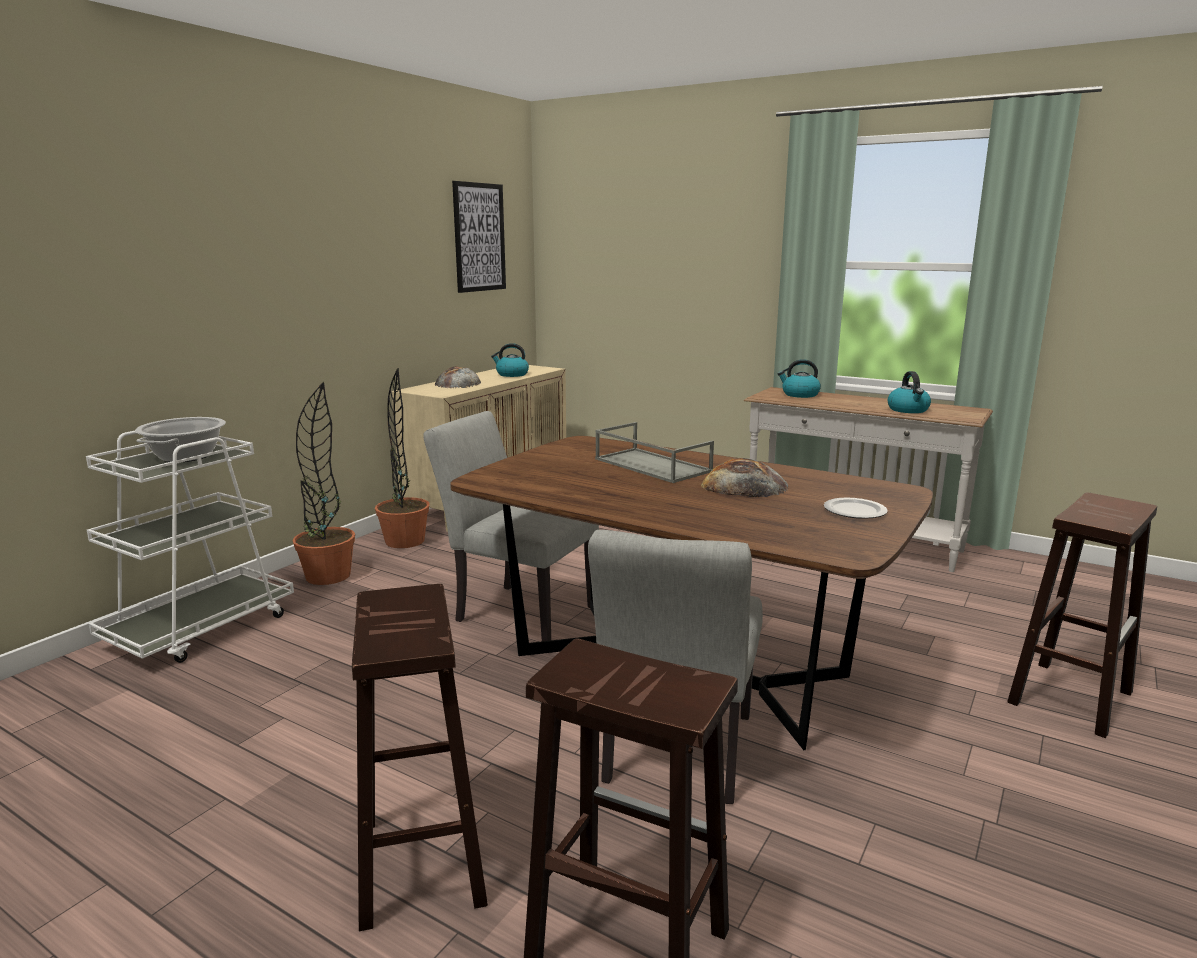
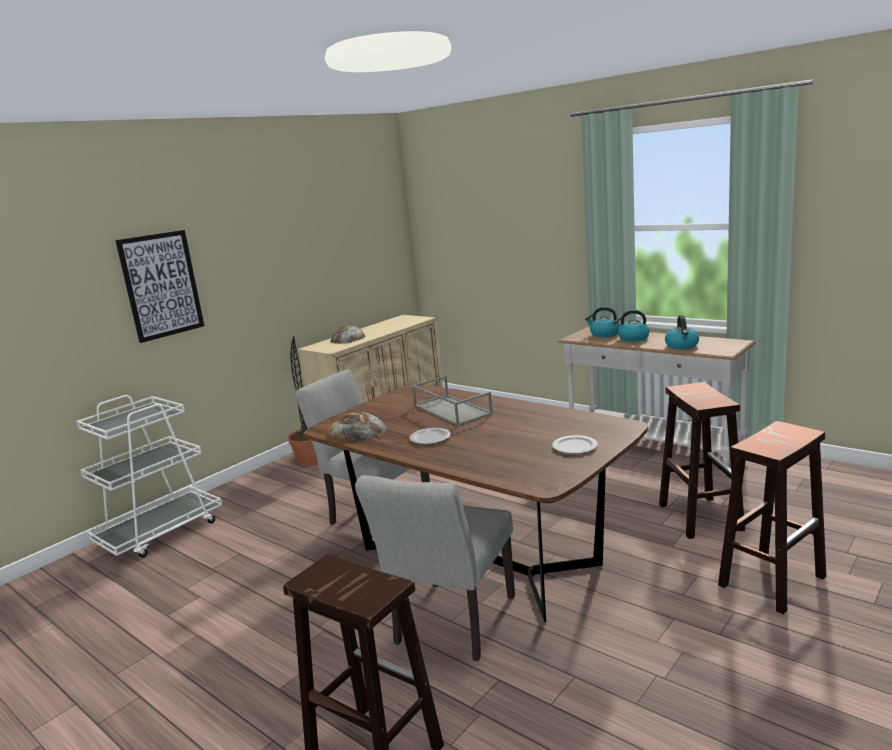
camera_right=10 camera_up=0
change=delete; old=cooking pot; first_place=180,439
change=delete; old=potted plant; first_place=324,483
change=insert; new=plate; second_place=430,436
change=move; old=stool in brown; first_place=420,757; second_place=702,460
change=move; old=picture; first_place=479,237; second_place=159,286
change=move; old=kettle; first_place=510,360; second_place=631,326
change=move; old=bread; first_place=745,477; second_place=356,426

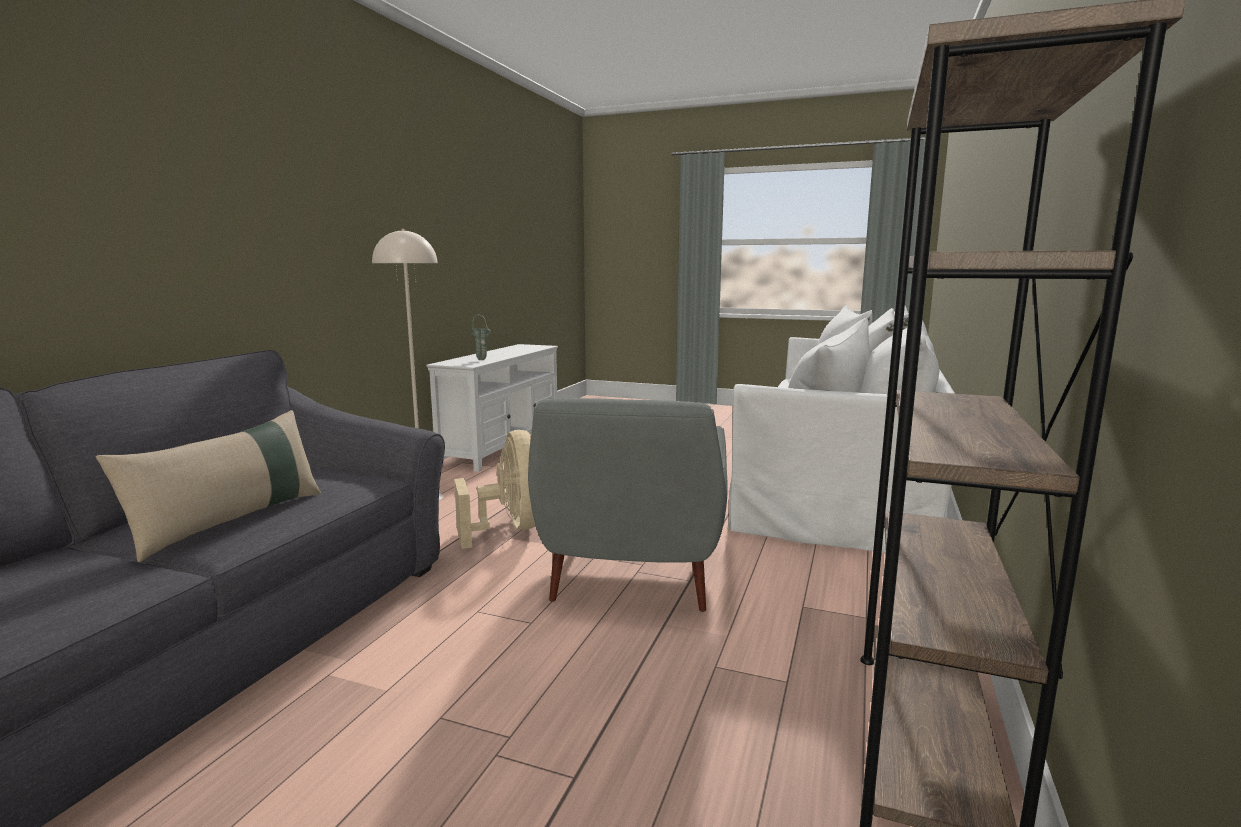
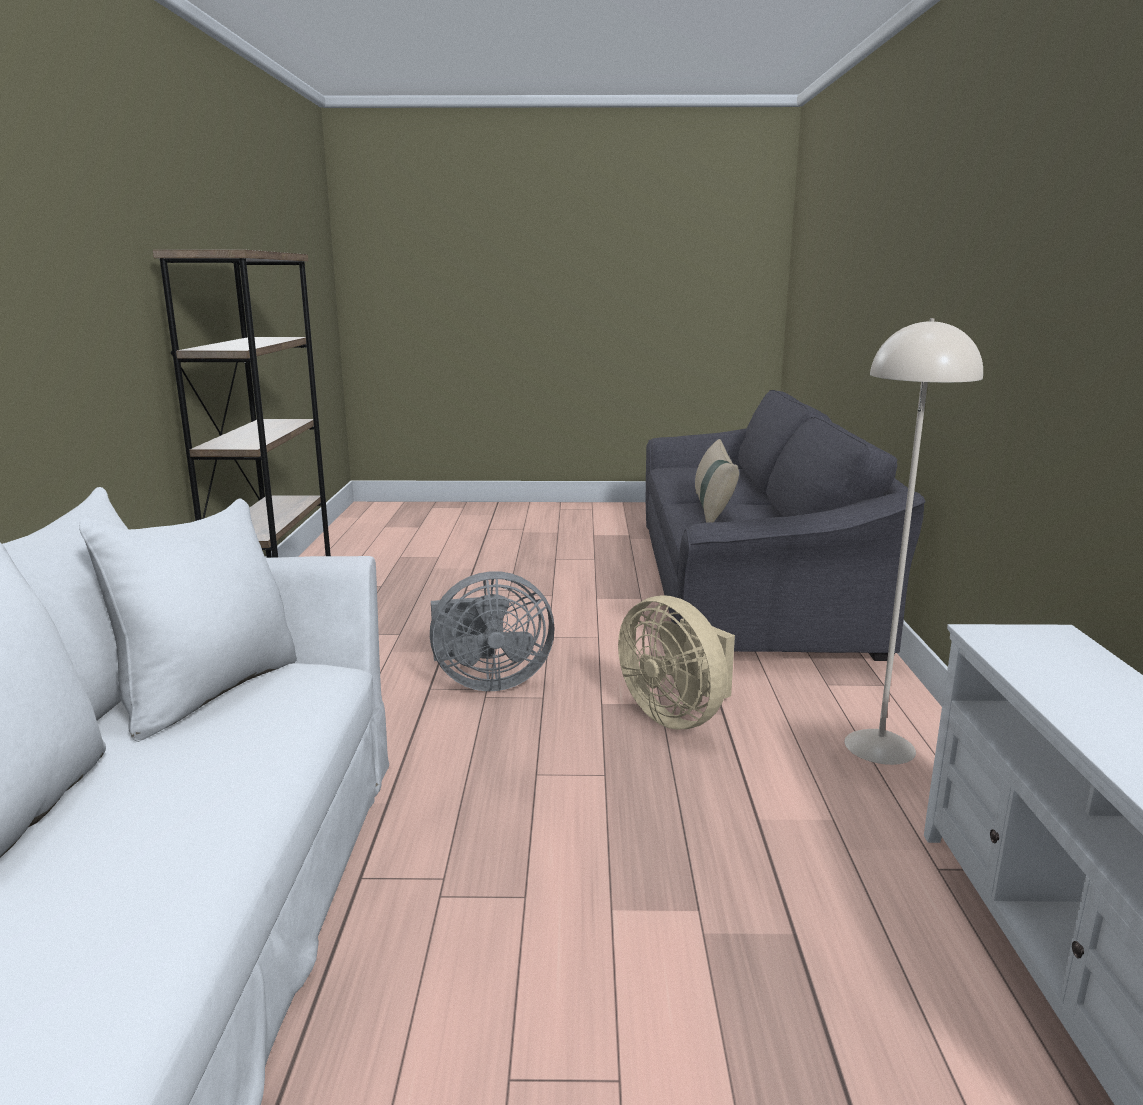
camera_right=160 camera_up=5
change=delete; old=vase in green; first_place=481,337
change=replace; old=armchair in grey; new=fan in grey; first_place=628,505; second_place=492,631

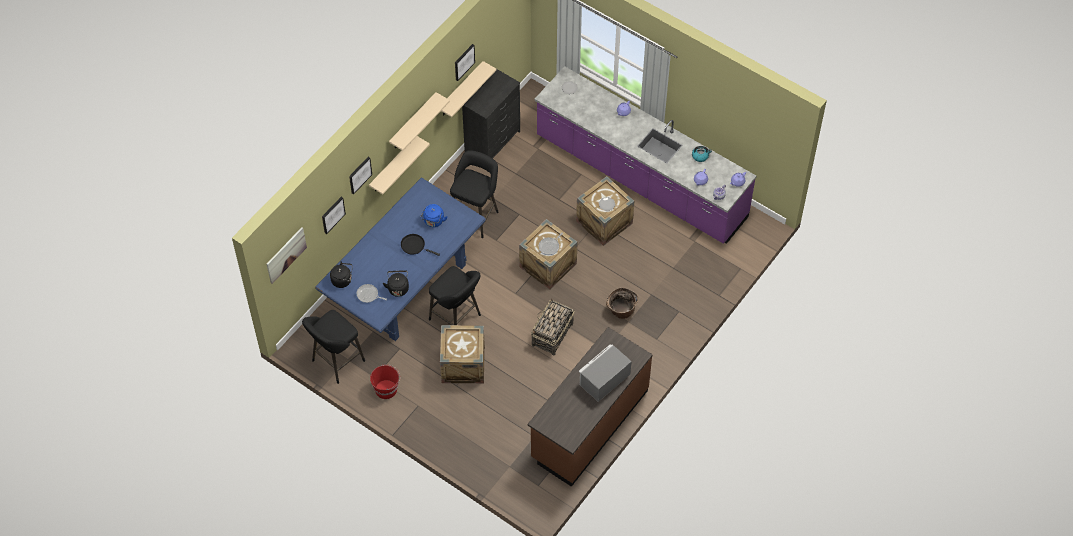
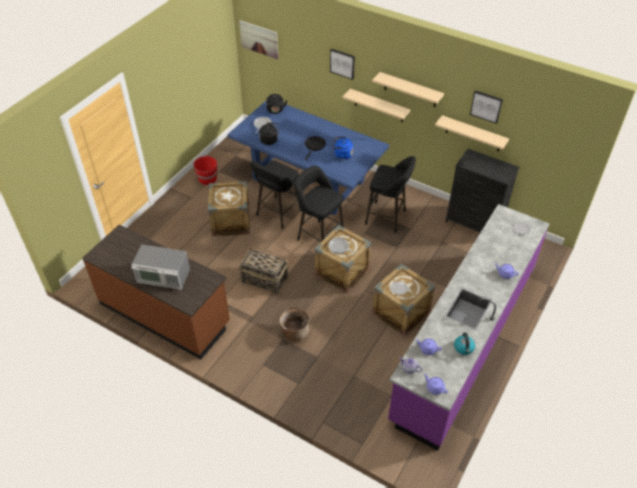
camera_right=85 camera_up=-10
change=delete; old=picture; first_place=334,215
change=move; old=stool in black; first_place=333,347; second_place=319,204
change=rotate; old=microwave; first_place=605,373; second_place=160,267; degrees=150

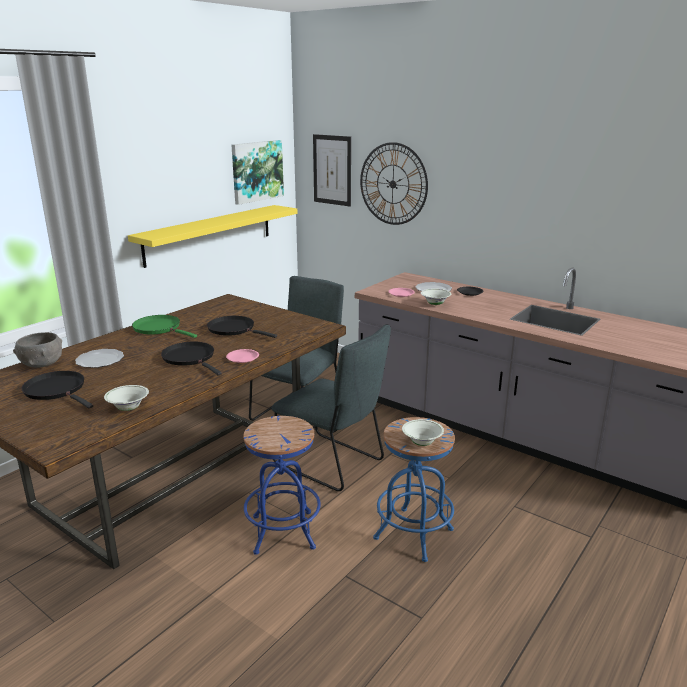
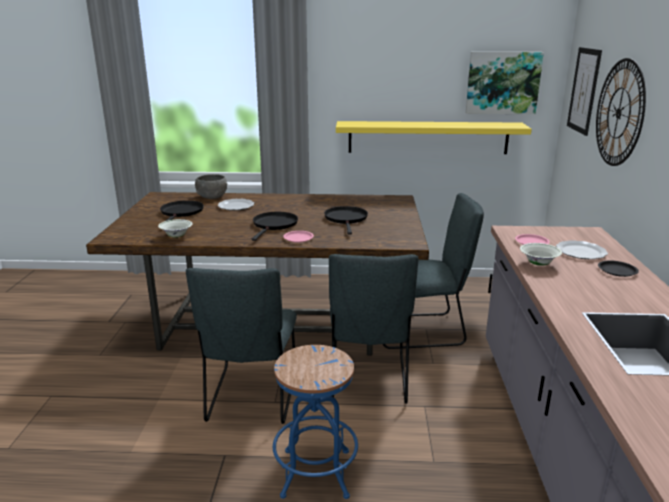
camera_right=55 camera_up=0
change=delete; old=frying pan in green; first_place=164,326
change=delete; old=bowl in white; first_place=423,432
change=replace; old=stool in blue; new=chair in grey; first_place=282,485; second_place=241,346

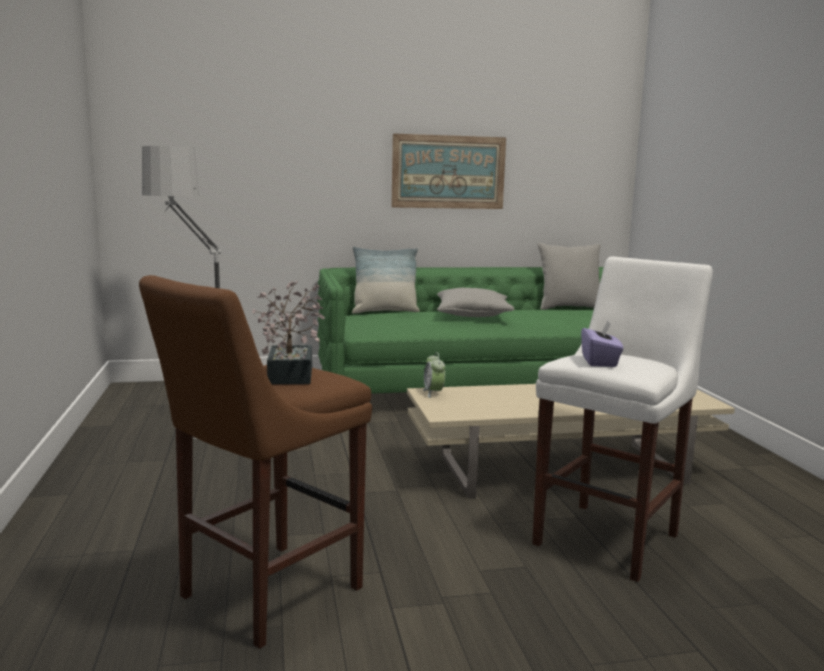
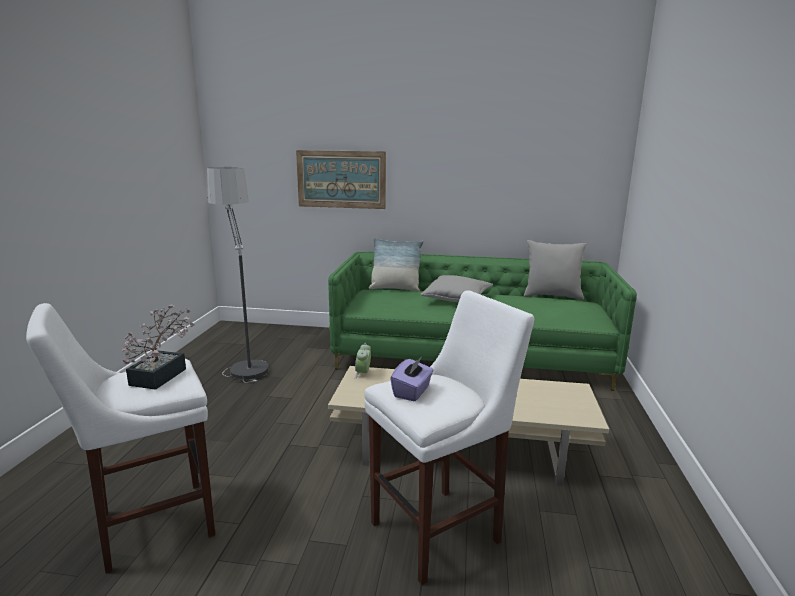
camera_right=20 camera_up=5
change=move; old=picture; first_place=448,171; second_place=341,179
change=recolor; old=stool in brown; new=stool in white; first_place=255,462; second_place=120,438

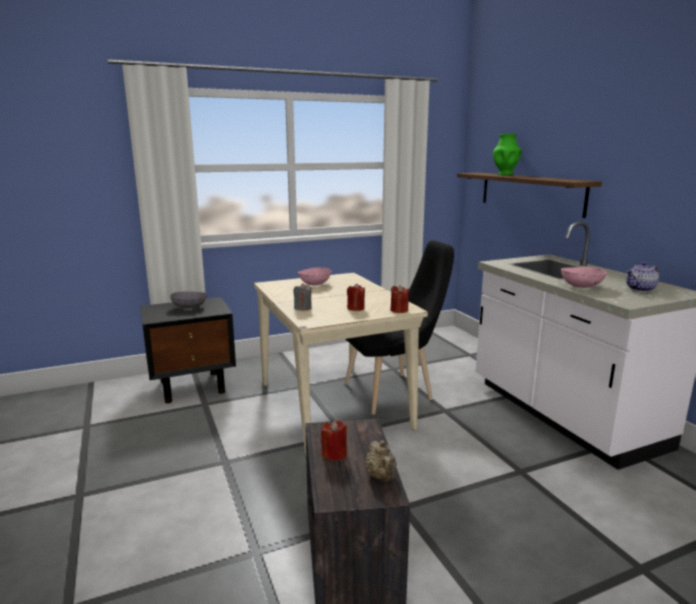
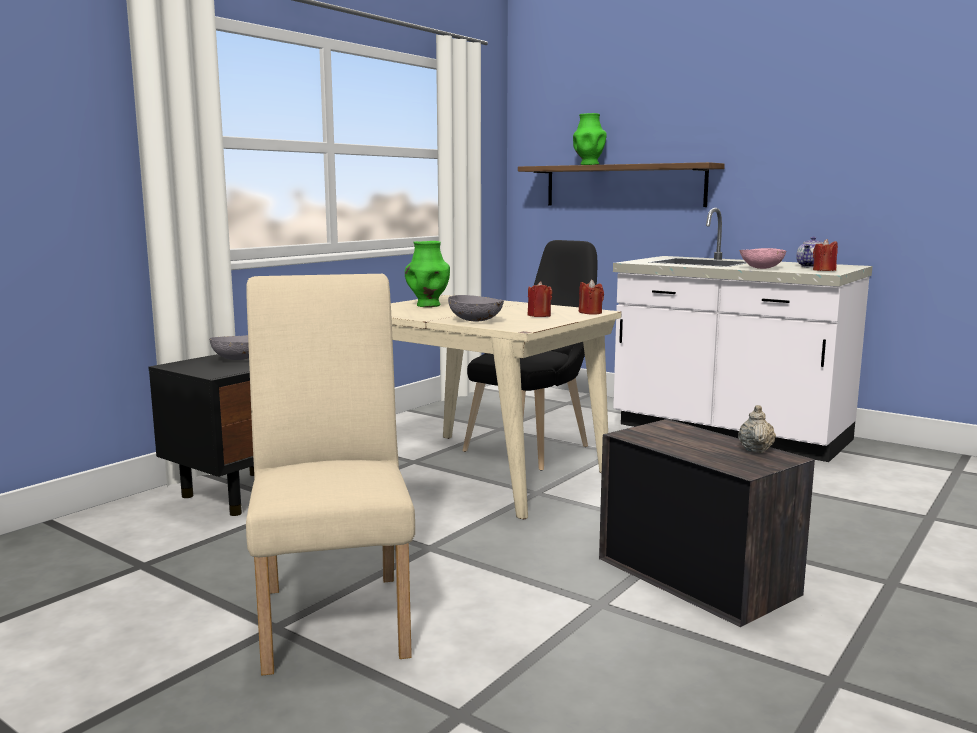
camera_right=-30 camera_up=-5
change=insert; new=chair in beige; second_place=330,475
change=move; old=candle in red; first_place=334,440; second_place=825,255
change=replace; old=candle in grey; new=bowl in grey; first_place=302,296; second_place=476,308
change=replace; old=bowl in pink; new=vase in green; first_place=314,276; second_place=427,274
change=rotate; old=teapot in beige; first_place=381,460; second_place=757,429; degrees=-120

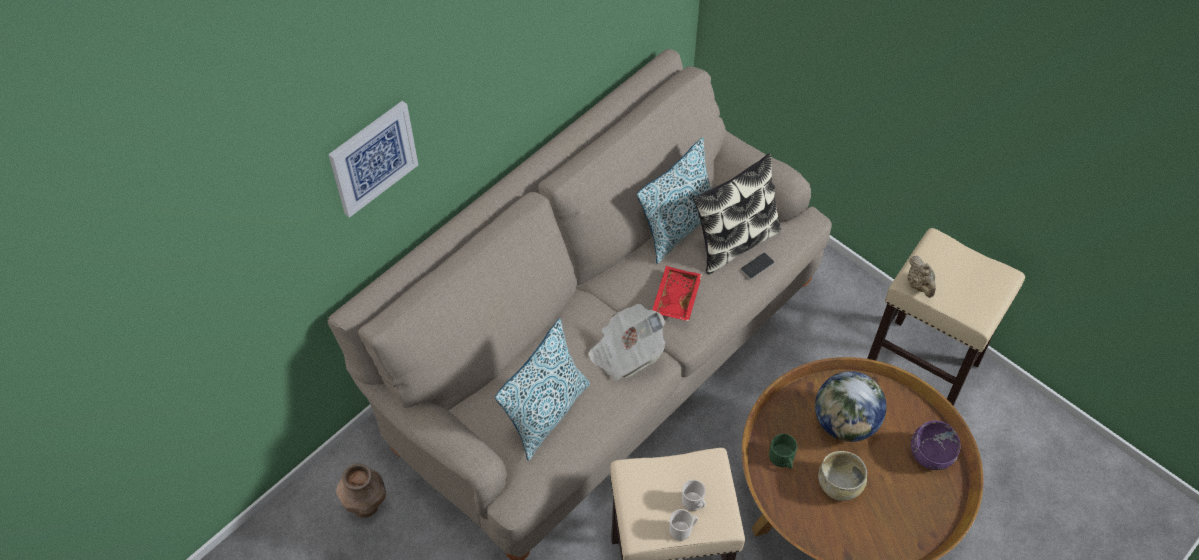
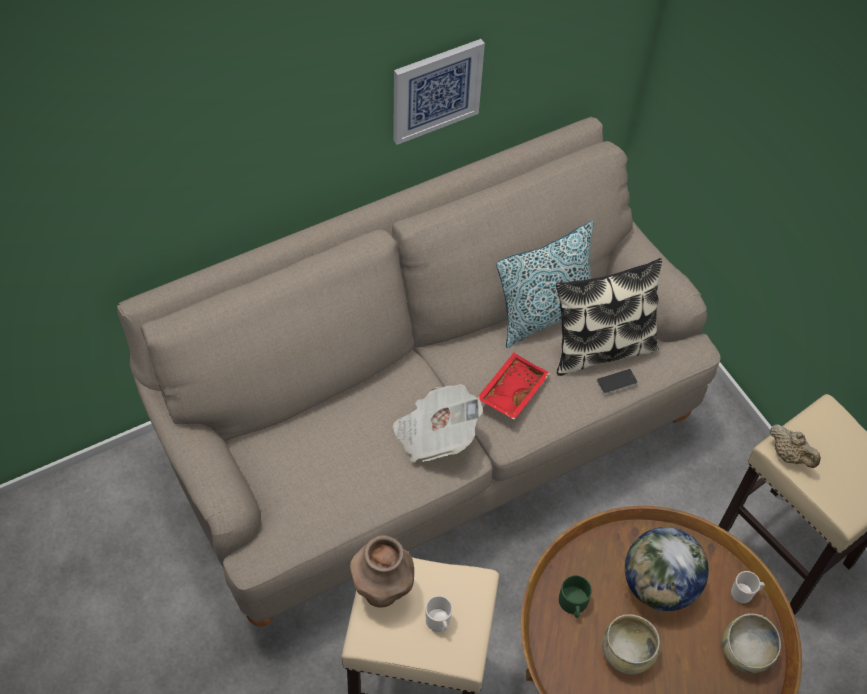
camera_right=15 camera_up=0
change=delete; old=pillow; first_place=542,389
change=move; old=picture; first_place=373,159; second_place=439,92
change=move; old=vase in brown; first_place=361,490; second_place=382,571
change=move; old=mug; first_place=684,525; second_place=748,587
change=recolor; old=bowl in purple; new=bowl in beige; first_place=936,445; second_place=751,643
change=rotate; old=teapot in beige; first_place=922,277; second_place=795,446; degrees=-45

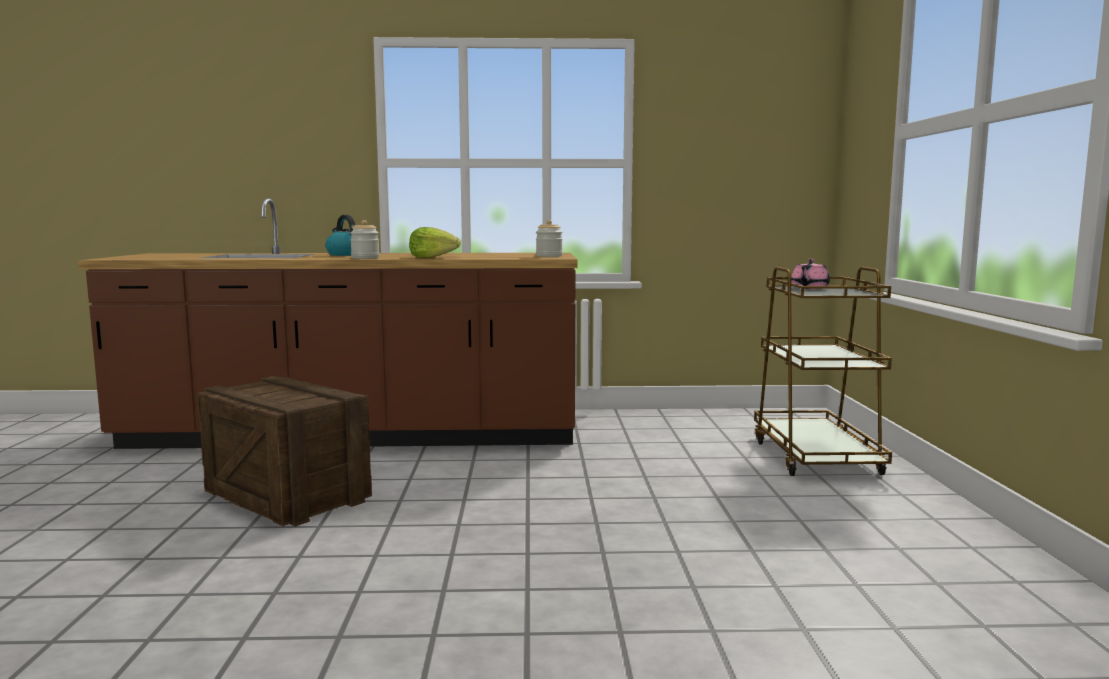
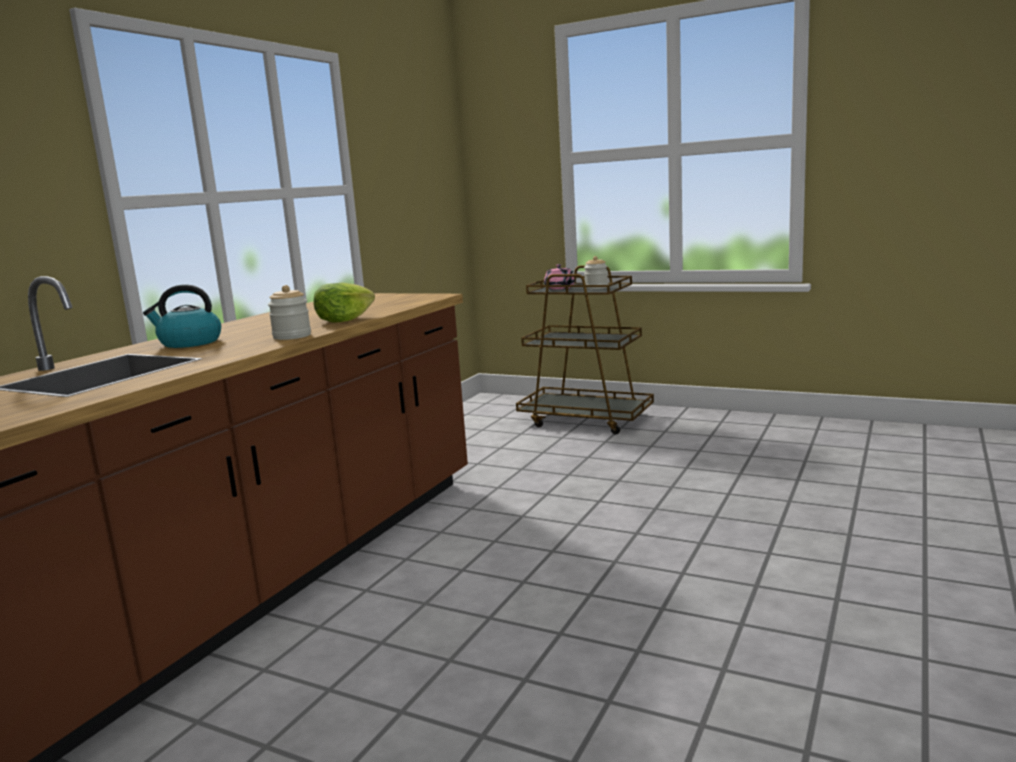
camera_right=-60 camera_up=5
change=delete; old=crate; first_place=284,451
change=move; old=jar; first_place=549,238; second_place=596,272

